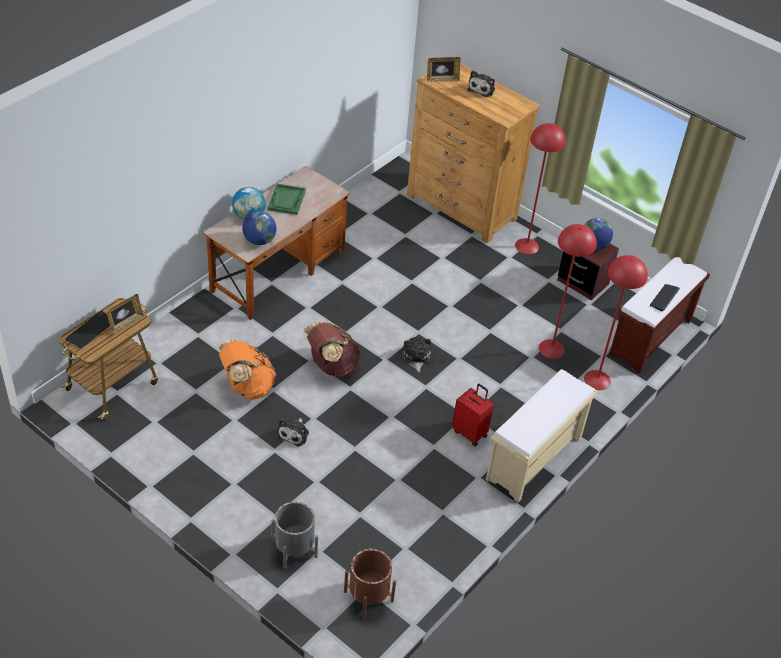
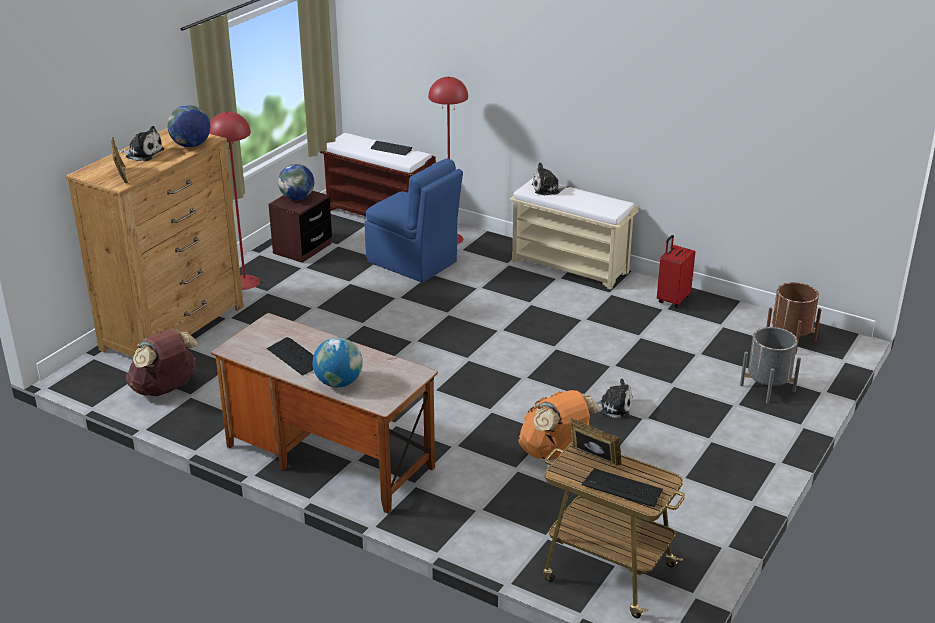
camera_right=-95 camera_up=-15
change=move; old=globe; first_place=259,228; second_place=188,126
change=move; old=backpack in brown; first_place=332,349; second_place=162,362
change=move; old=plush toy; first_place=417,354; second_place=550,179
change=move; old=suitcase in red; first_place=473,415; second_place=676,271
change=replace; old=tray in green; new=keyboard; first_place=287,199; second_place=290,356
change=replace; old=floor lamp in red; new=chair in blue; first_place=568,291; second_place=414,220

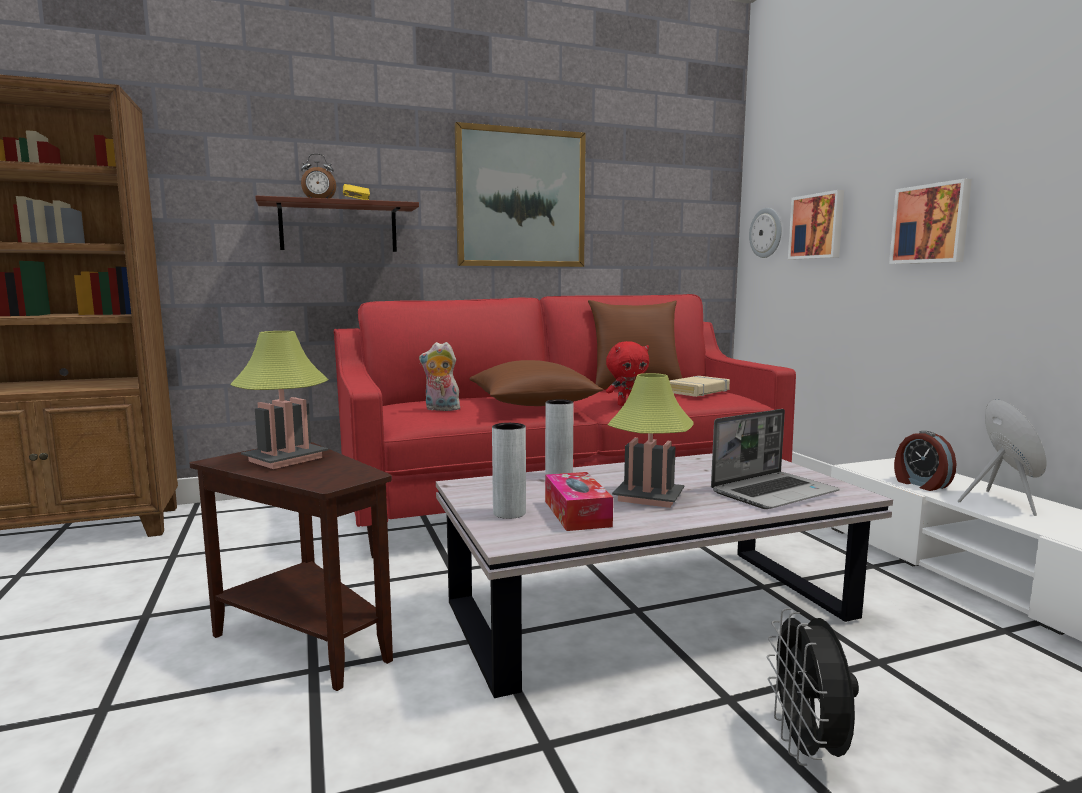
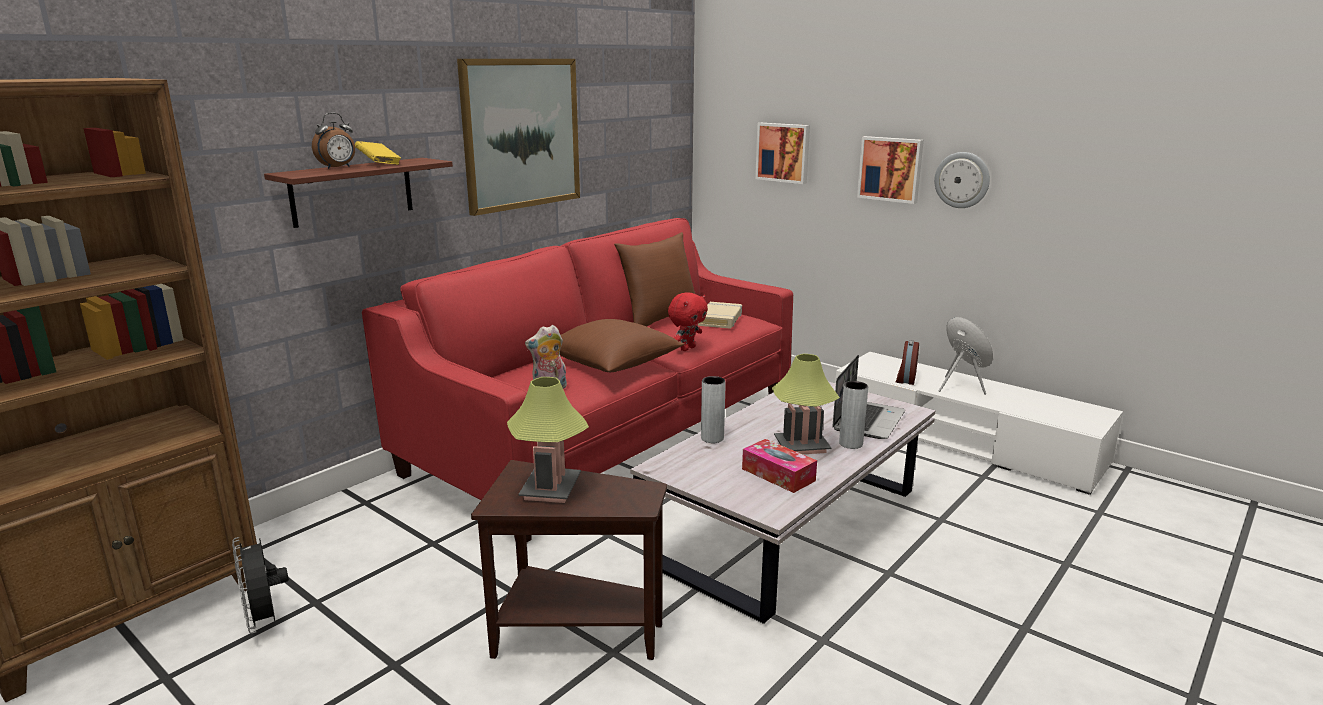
camera_right=-30 camera_up=10
change=move; old=vase in grey; first_place=509,471; second_place=853,415
change=move; old=wall clock; first_place=765,233; second_place=962,180
change=move; old=fan in black; first_place=813,687; second_place=260,585
change=rotate; old=alarm clock; first_place=925,461; second_place=907,362; degrees=75

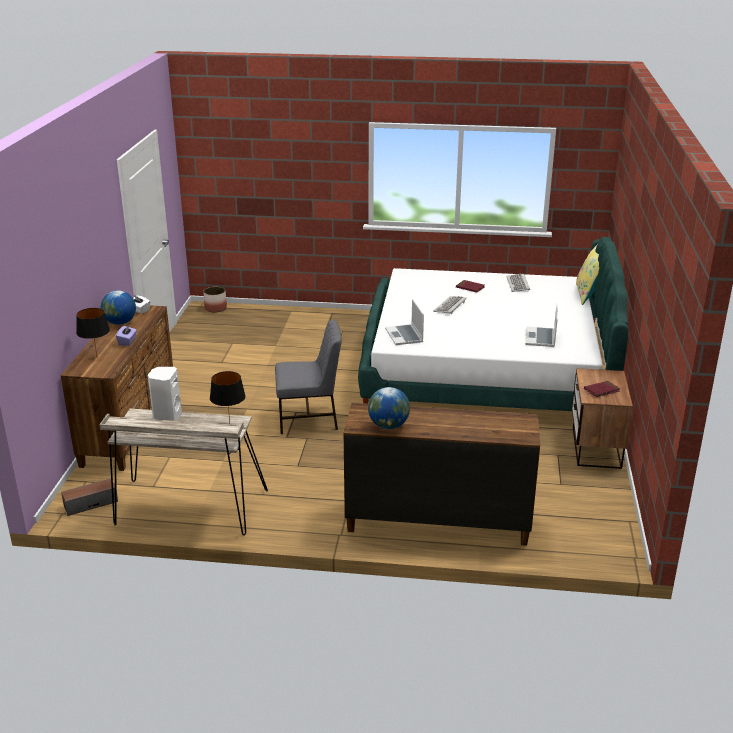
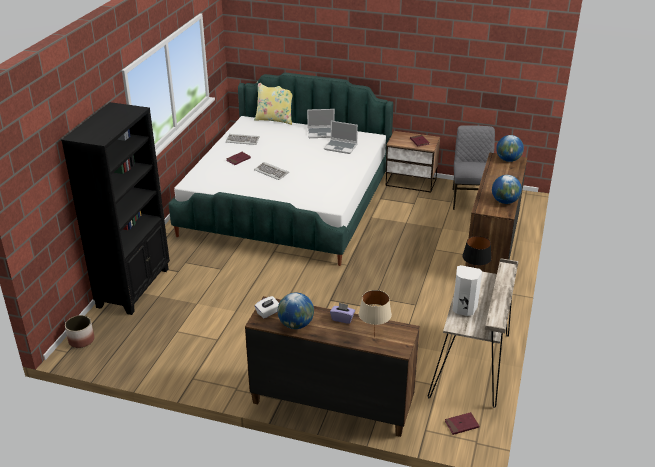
camera_right=-80 camera_up=5
change=insert; new=bookcase in black; second_place=115,208
change=insert; new=globe; second_place=510,148
change=move; old=chair in grey; first_place=308,377; second_place=474,167
change=move; old=laptop; first_place=404,322; second_place=321,123
change=replace; old=speaker; new=book in red; first_place=89,497; second_place=462,423
change=recolor; old=table lamp in black; new=table lamp in beige; first_place=93,331; second_place=375,312

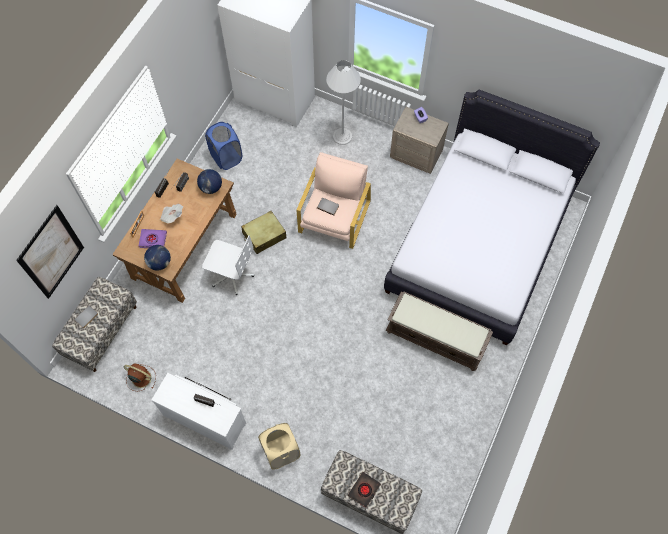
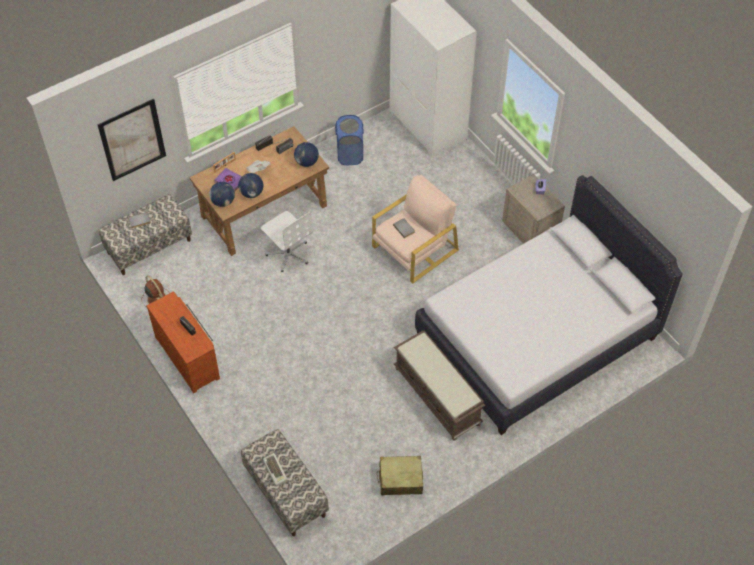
camera_right=30 camera_up=-10
change=delete; old=laundry basket in beige; first_place=279,446
change=delete; old=floor lamp in white; first_place=343,102
change=insert; new=globe; second_place=250,185
change=move; old=suitcase in beige; first_place=264,232; second_place=400,475
change=replace; old=book in black; new=keyboard; first_place=364,490; second_place=275,469
change=recolor; old=dresser in white; new=dresser in brown; first_place=198,411; second_place=183,342

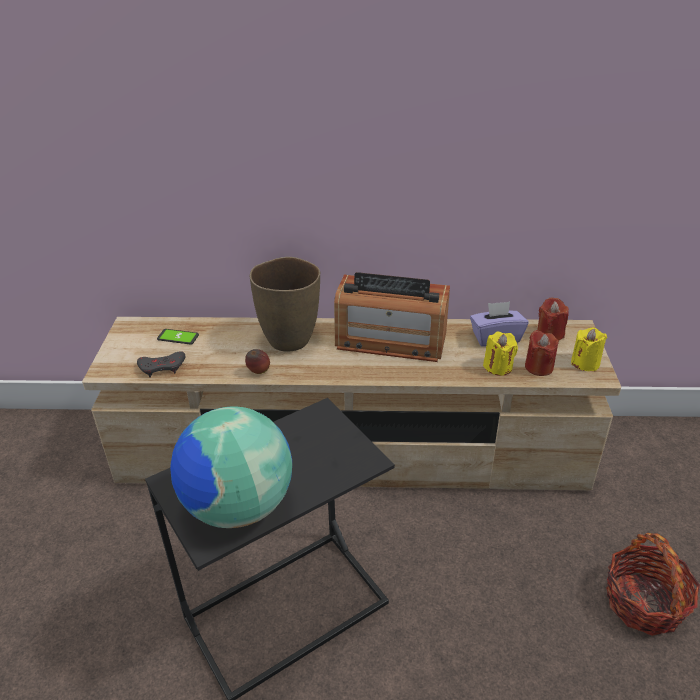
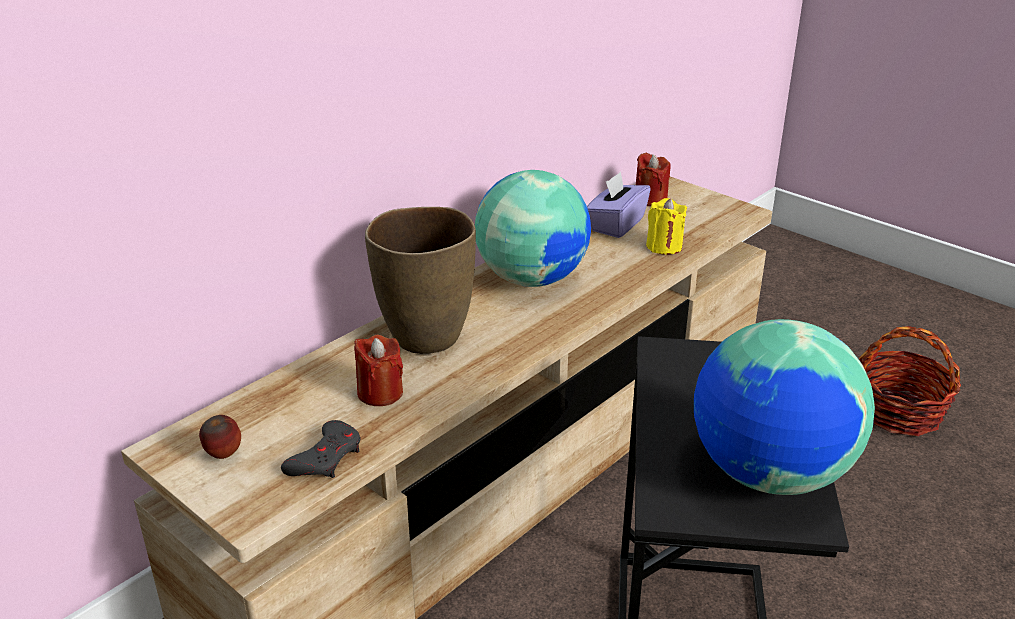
camera_right=-50 camera_up=-5
change=delete; old=phone; first_place=178,337
change=delete; old=candle in yellow; first_place=589,349
change=move; old=apple; first_place=257,361; second_place=220,437
change=move; old=candle in red; first_place=542,353; second_place=378,370
change=replace; old=radio; new=globe; first_place=392,317; second_place=533,228

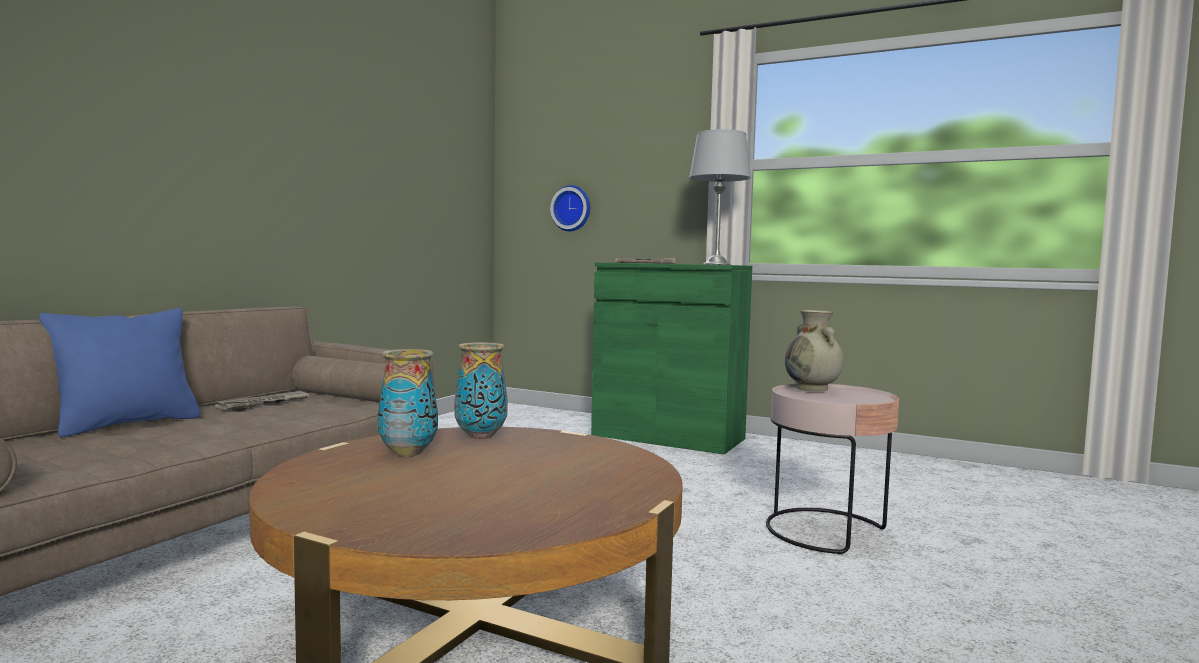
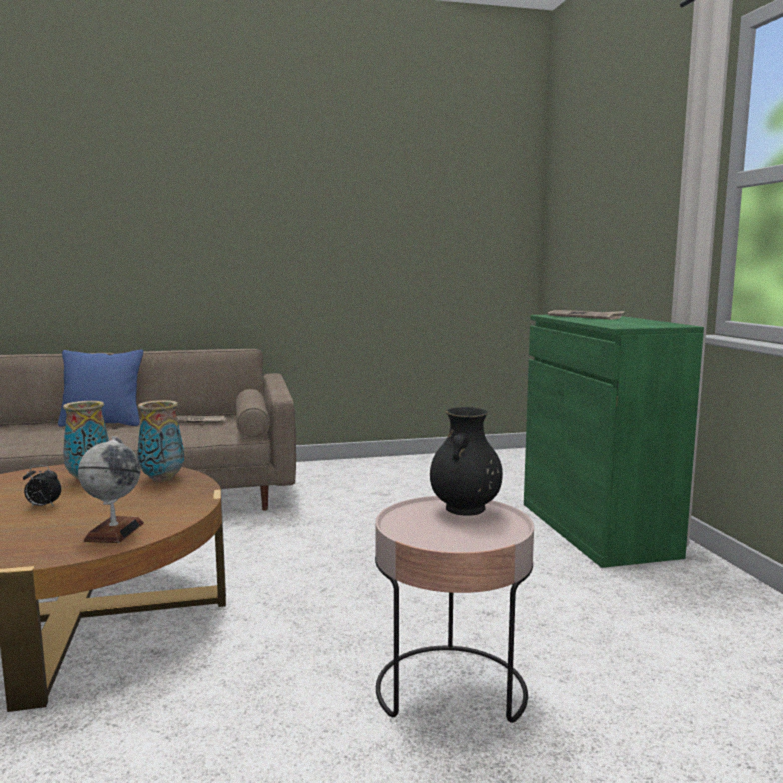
camera_right=50 camera_up=5
change=delete; old=wall clock; first_place=570,208
change=delete; old=table lamp in grey; first_place=720,197
change=insert; new=alarm clock; second_place=42,486
change=insert; new=globe; second_place=111,489
change=recolor; old=vase in beige; new=vase in black; first_place=814,350; second_place=466,461

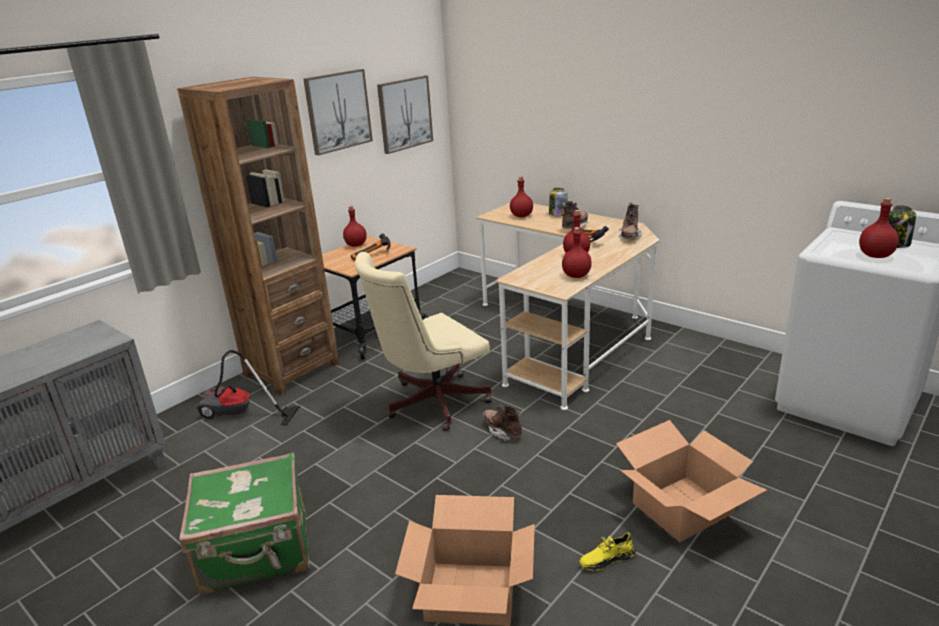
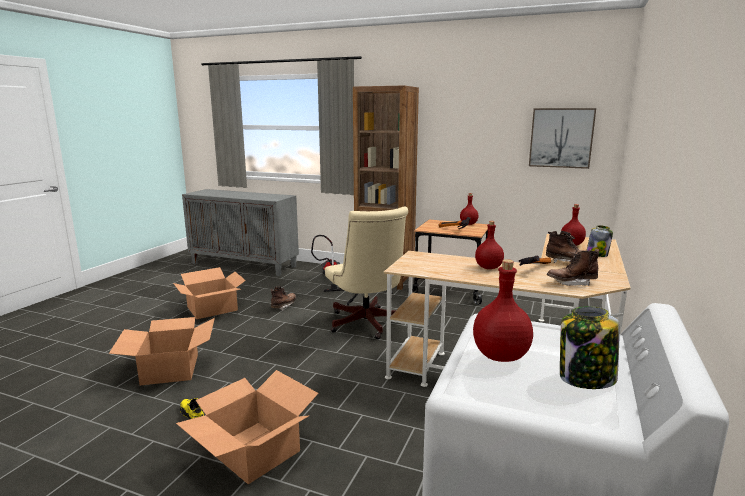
camera_right=70 camera_up=-10
change=delete; old=picture; first_place=338,112
change=delete; old=bottle in red; first_place=577,252
change=move; old=boot in brown; first_place=502,423; second_place=283,298
change=replace; old=suitcase in green; new=cardboard box; first_place=244,523; second_place=209,293
change=rotate; old=office chair in beige; first_place=423,341; second_place=366,273; degrees=-150

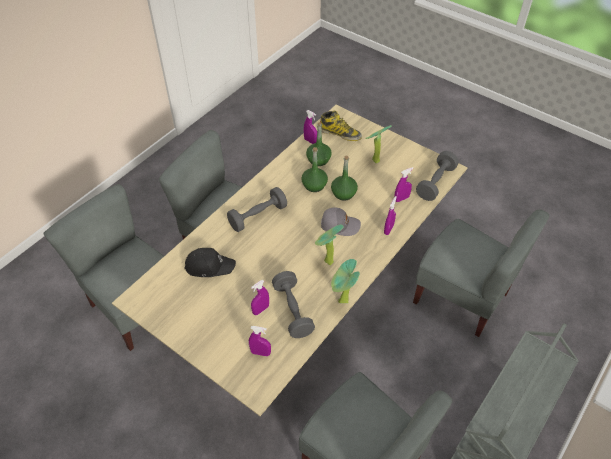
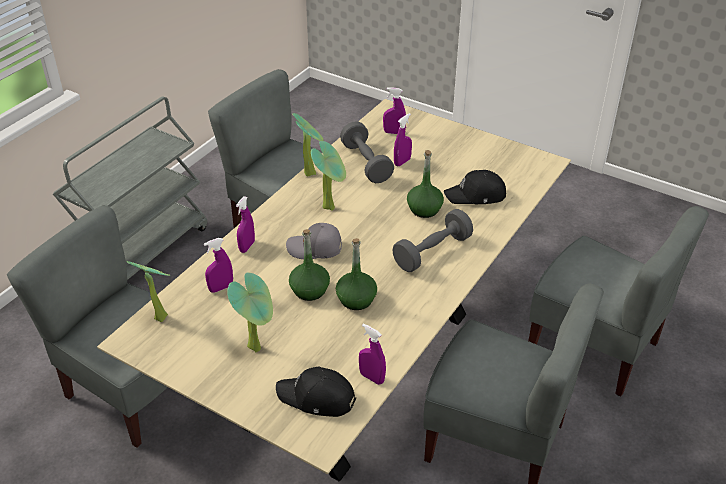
camera_right=175 camera_up=-10
change=move; old=bottle in green; first_place=319,144; second_place=425,184
change=replace; old=boot; new=cap in black; first_place=341,126; second_place=316,392
change=replace; old=dumbbell in grey; new=potted plant; first_place=437,176; second_place=148,291

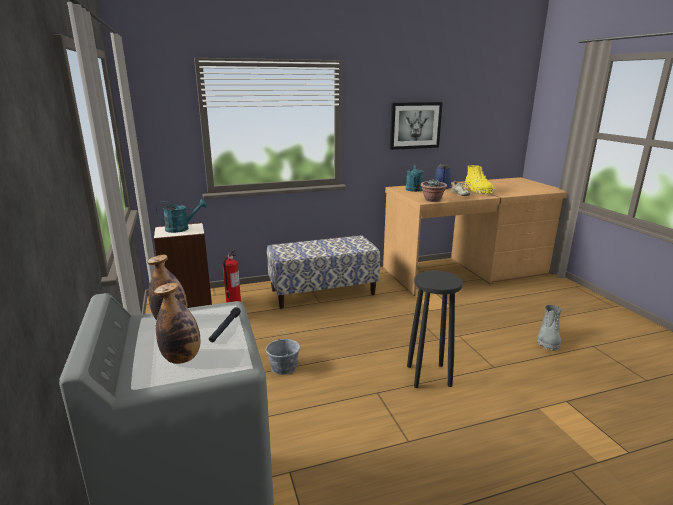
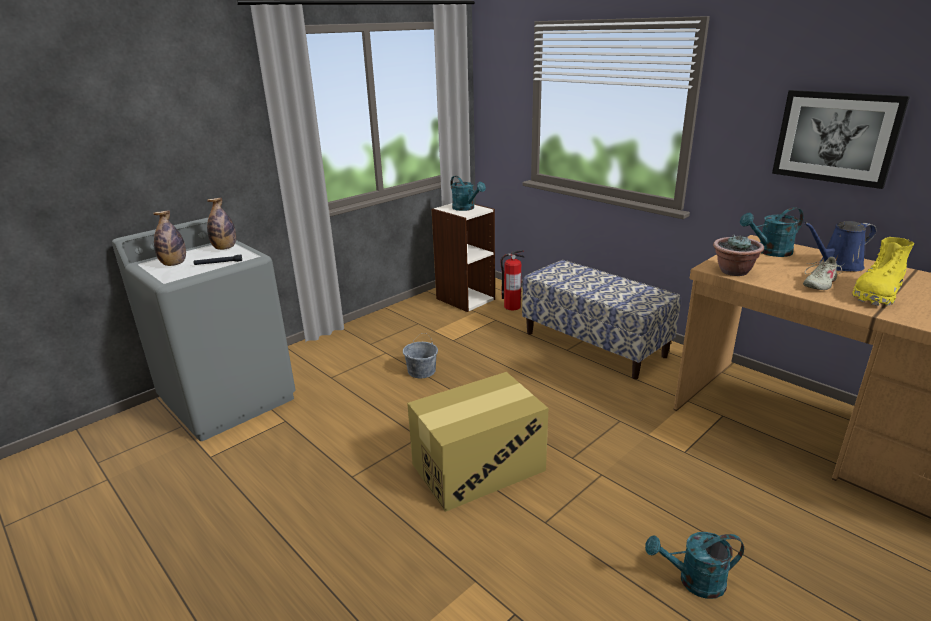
camera_right=65 camera_up=5
change=replace; old=stool in black; new=cardboard box; first_place=435,329; second_place=478,442
change=replace; old=boot in grey; new=watering can in turquoise; first_place=549,328; second_place=694,565

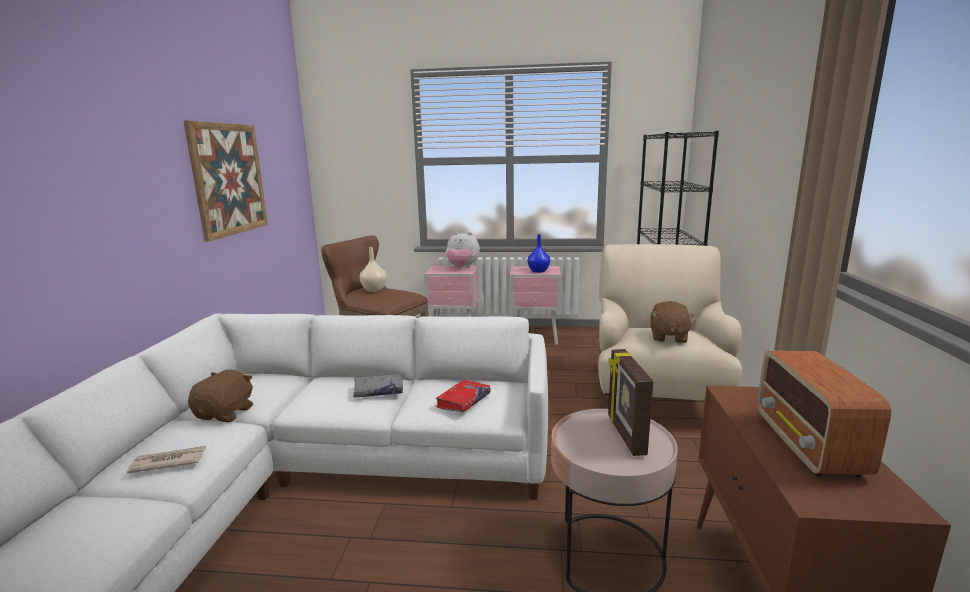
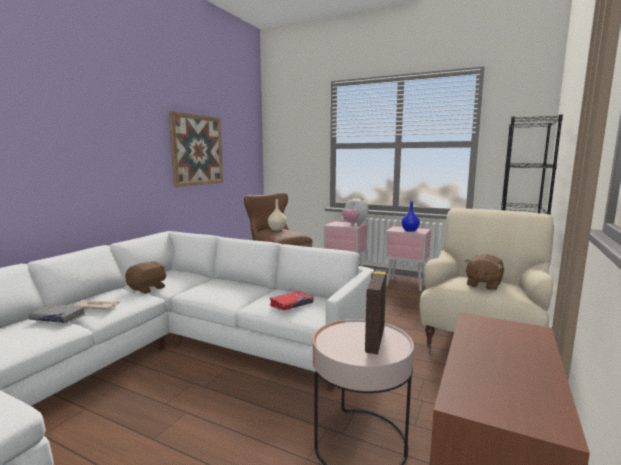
camera_right=20 camera_up=-5
change=delete; old=radio; first_place=824,414
change=move; old=book in grey; first_place=378,385; second_place=57,313

